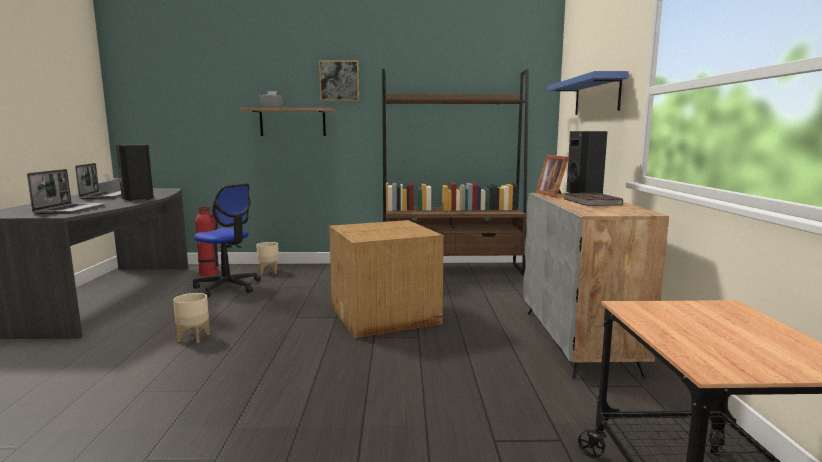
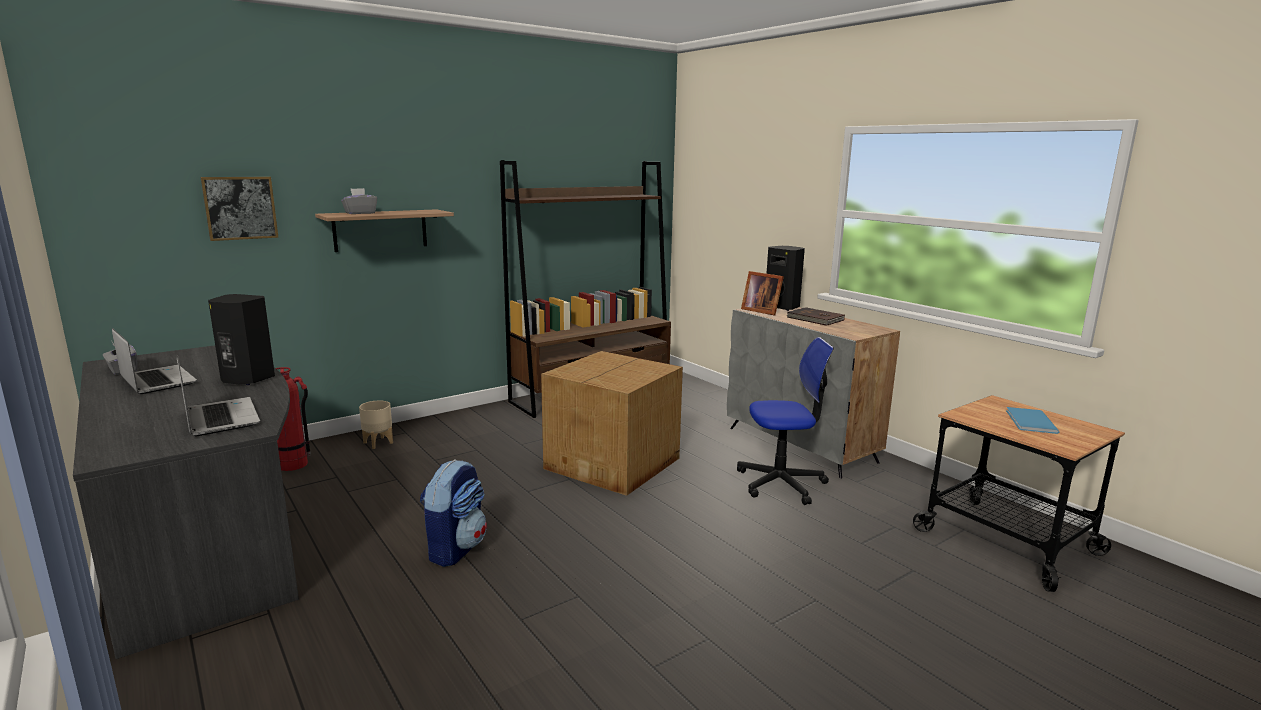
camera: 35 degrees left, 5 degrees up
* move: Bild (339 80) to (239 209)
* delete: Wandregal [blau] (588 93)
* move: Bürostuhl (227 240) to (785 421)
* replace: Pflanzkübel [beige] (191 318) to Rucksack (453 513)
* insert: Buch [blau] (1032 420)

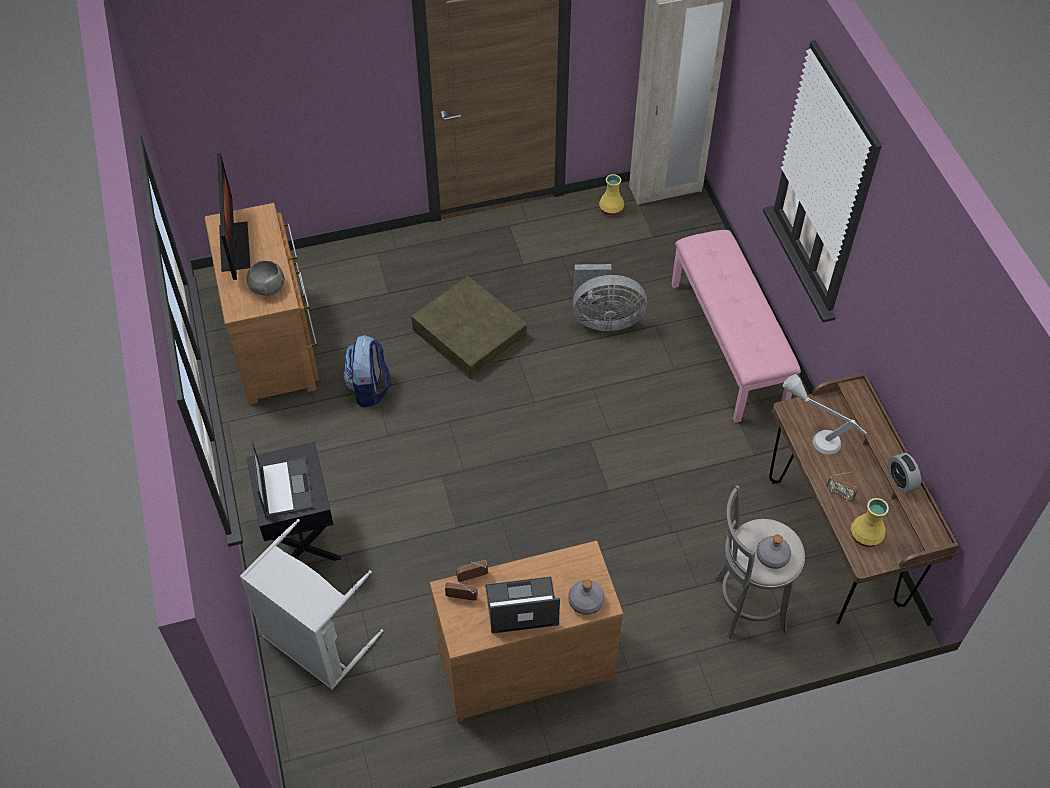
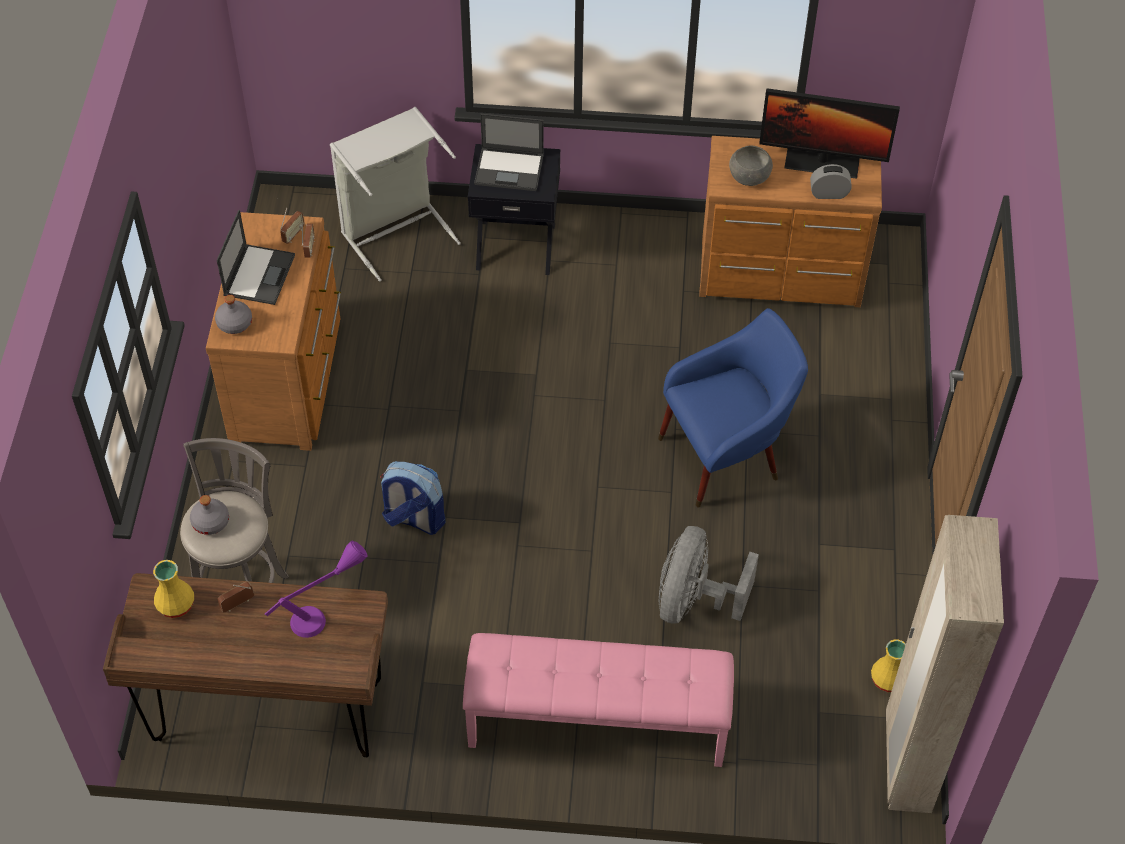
camera: 110 degrees right, 0 degrees up
* replace: Aufbewahrungsbox [braun] (469 327) to Sessel [blau] (733 407)
* move: Rucksack (367 371) to (412 498)
* recolor: Tischlampe [grau] (825 414) to Tischlampe [lila] (316 589)
* move: Wecker (904 473) to (830 181)

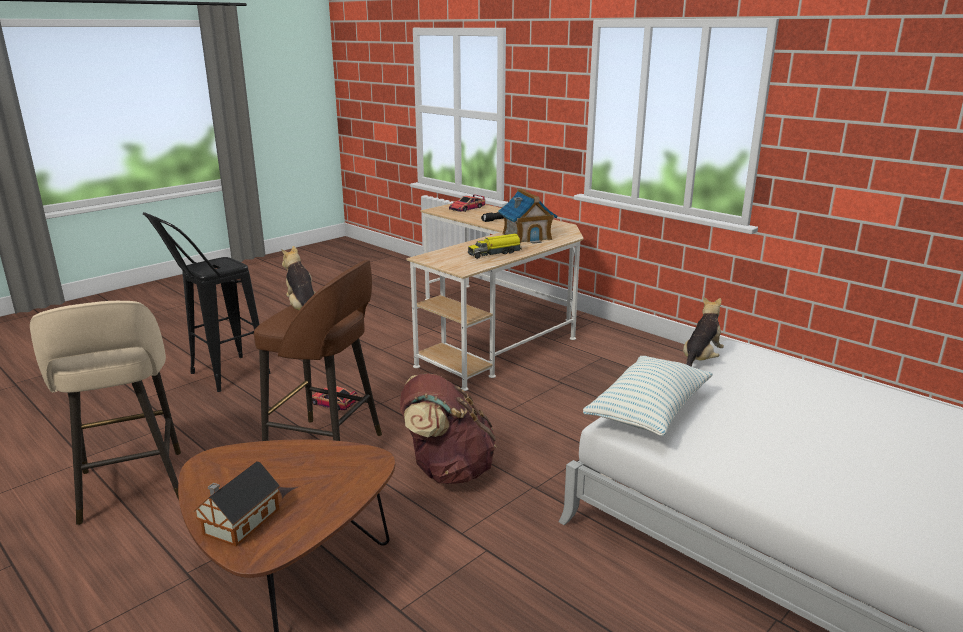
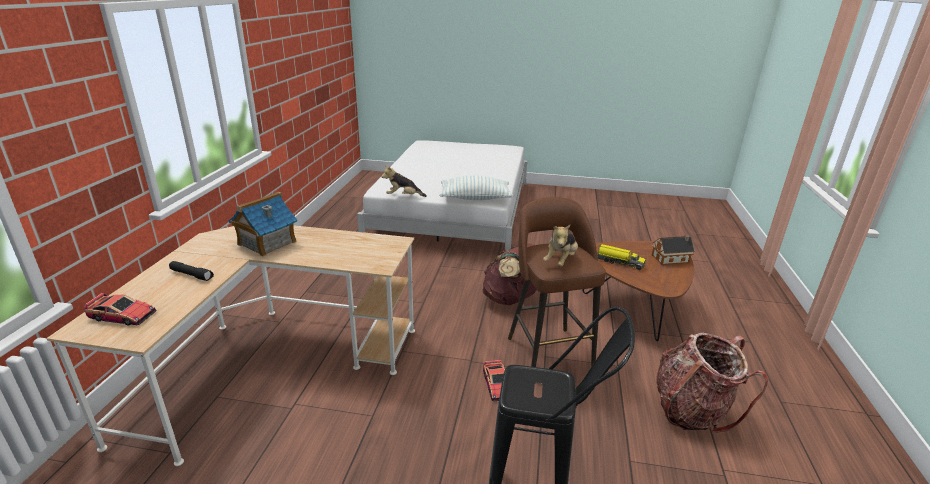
camera: 125 degrees left, 5 degrees up
* move: Spielzeuglaster (495 246) to (621 257)
* replace: Hocker [beige] (105 413) to Rucksack (712 383)

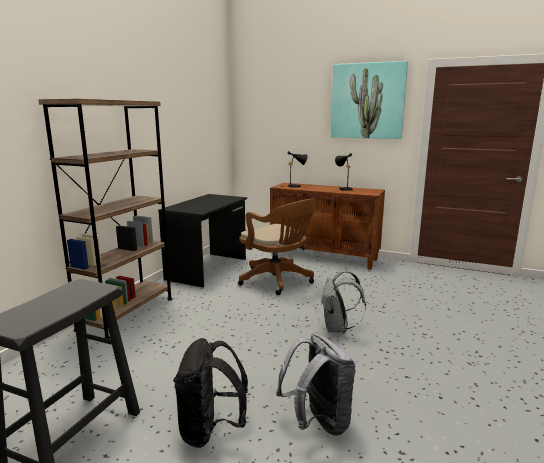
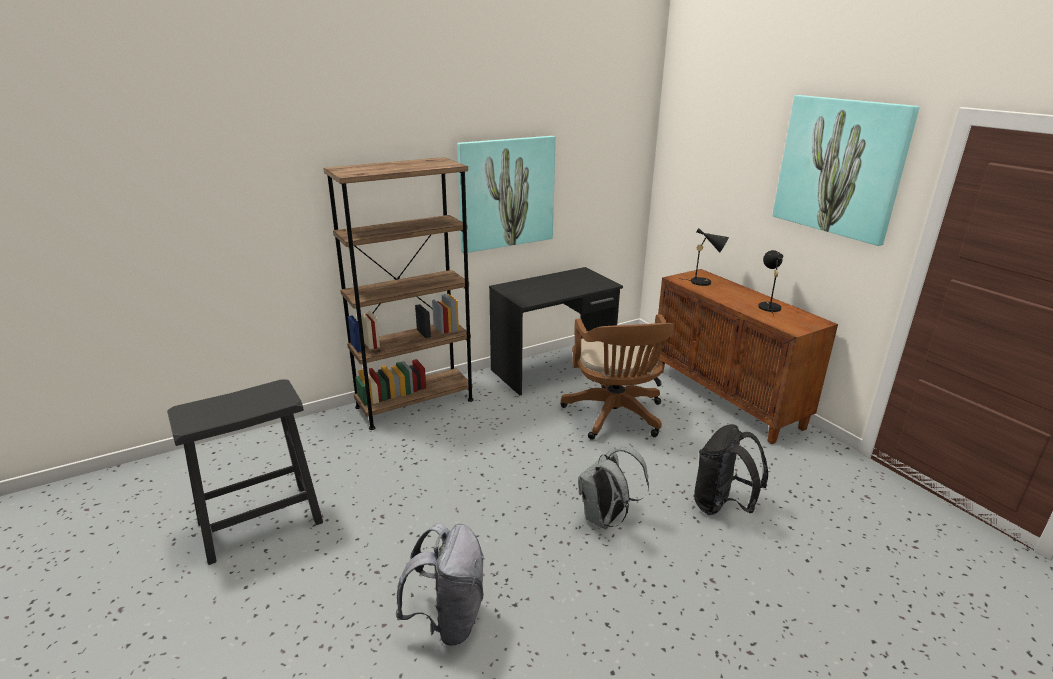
camera: 35 degrees right, 10 degrees up
* move: Rucksack [schwarz] (210 393) to (731 469)
* insert: Bild (506 194)

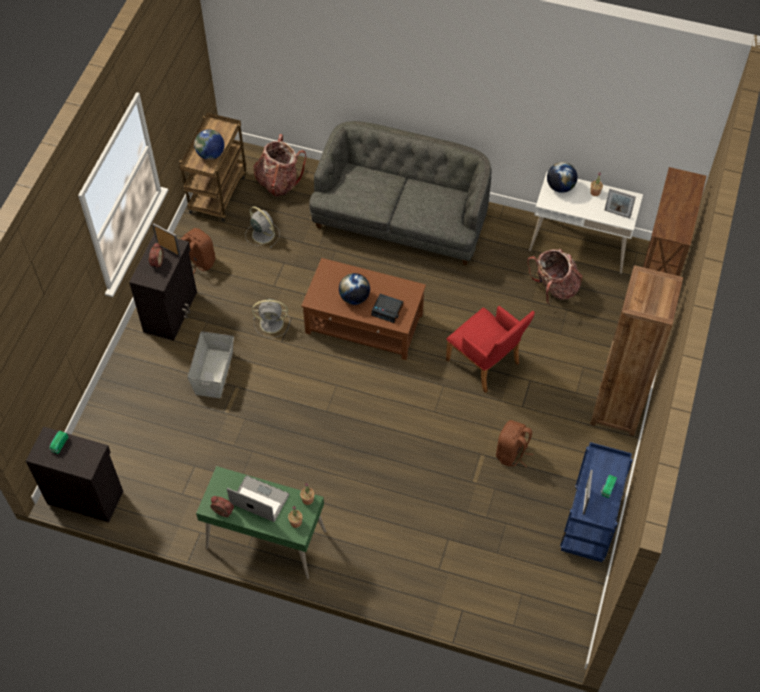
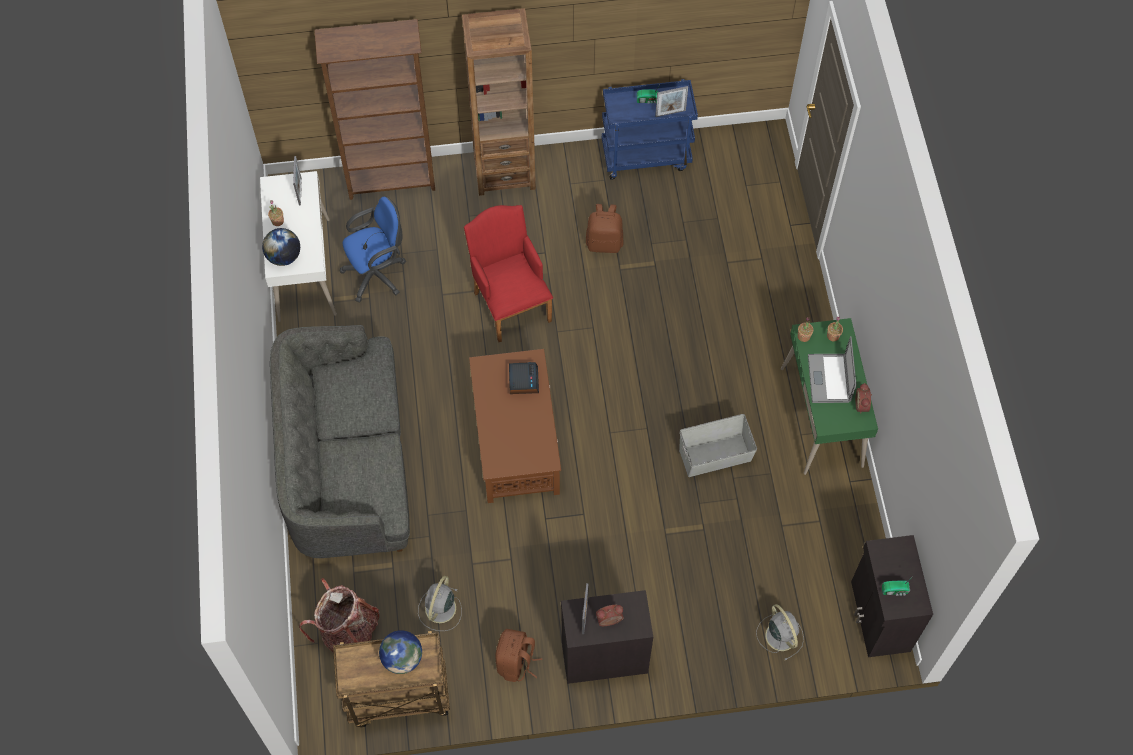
camera: 115 degrees left, 5 degrees up
* replace: Rucksack (554 277) to Bürostuhl [blau] (372 249)
* delete: Globus (354 289)
* move: Ventilator [grau] (271 318) to (780 632)
* rotate: Sessel [rot] (490 349) = (508 273) 45 degrees counterclockwise
* move: Aufbewahrungsbox [grau] (210 364) to (718 445)

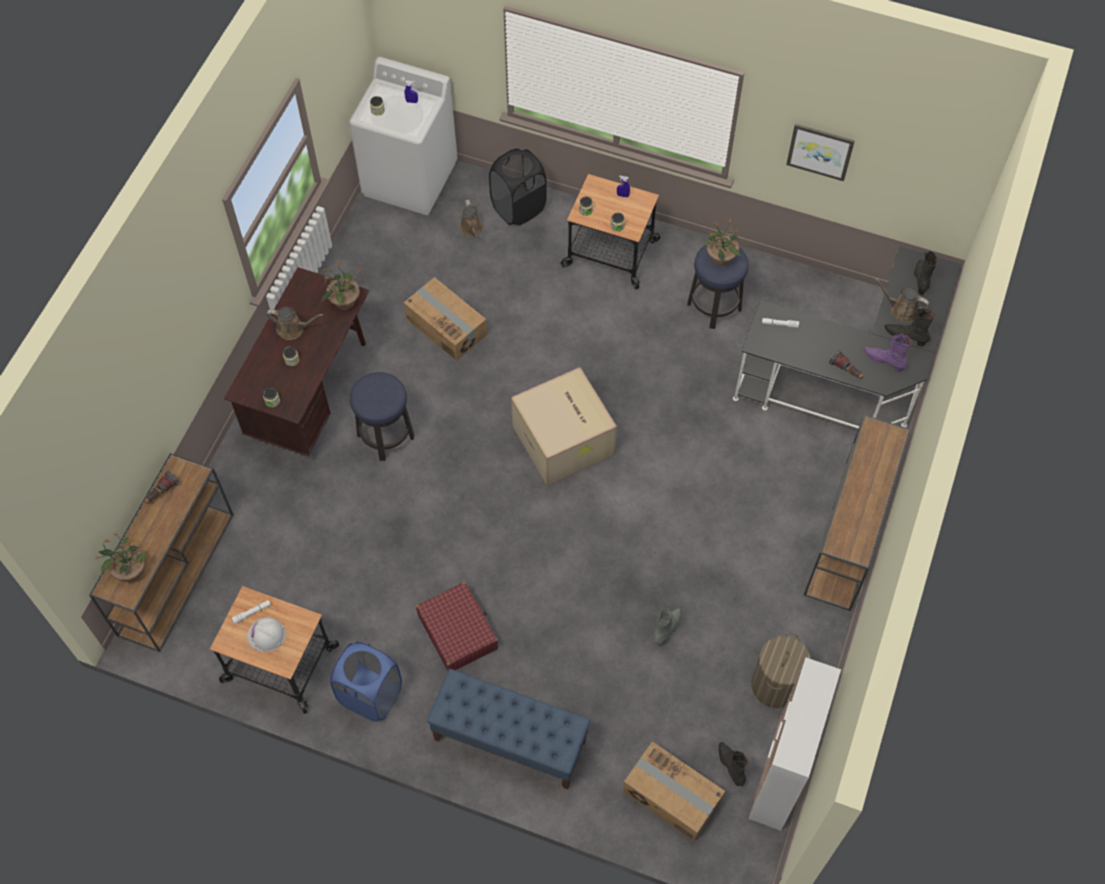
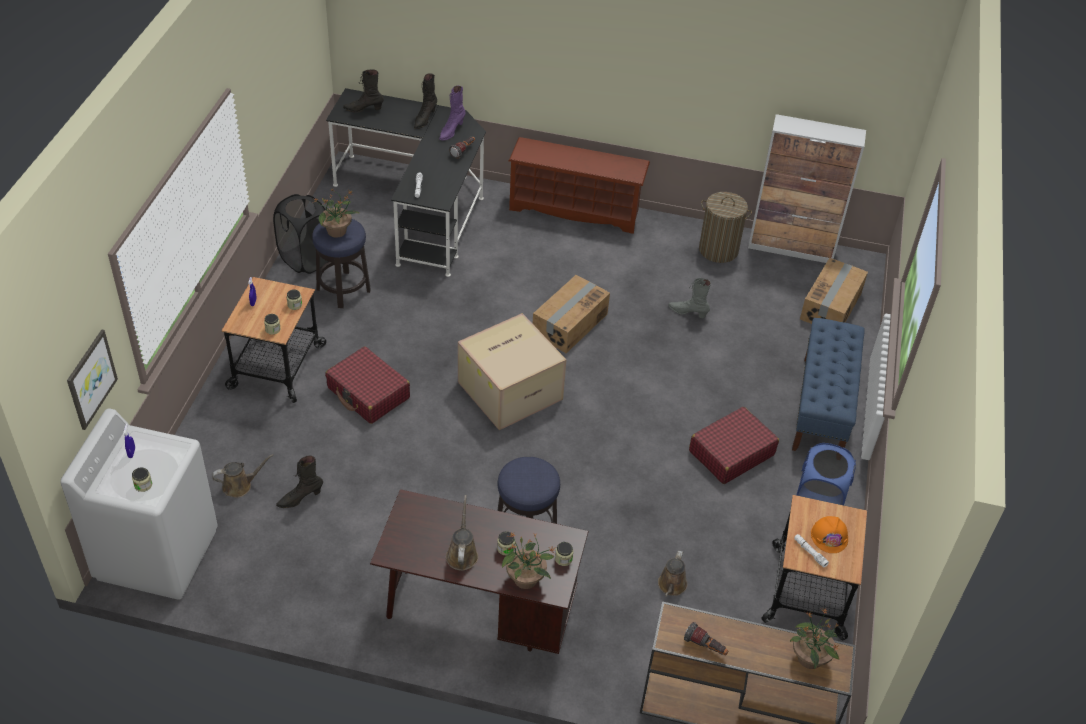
camera: 100 degrees left, 15 degrees down
* move: Bild (820 152) to (92 380)
* move: Wäschekorb [schwarz] (518 187) to (300 234)
* move: Topfpflanze (340 285) to (529 560)
* move: Karton (445 319) to (571 314)
* move: Gießkanne [braun] (901 299) to (672 573)
* replace: Konsolentisch [braun] (857 513) to Schuhregal [braun] (579 185)
* recolor: Schutzhelm [weiß] (266 634) to Schutzhelm [orange] (829 534)
* move: Stiefel [schwarz] (734 764) to (299 481)
* insert: Koffer [rot] (367 385)

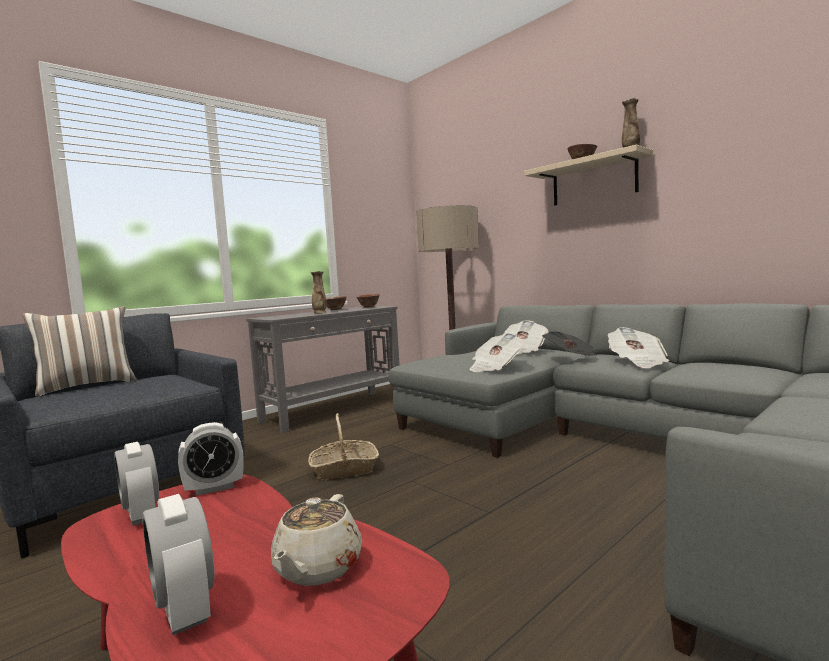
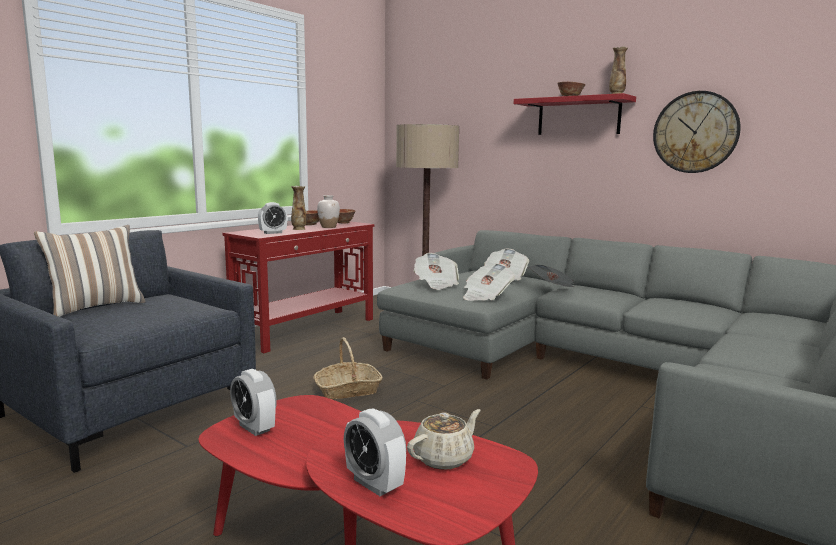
camera: 10 degrees left, 5 degrees up
* recolor: Wandregal [beige] (588 175) to Wandregal [rot] (575 114)
* recolor: Konsolentisch [grau] (323 369) to Konsolentisch [rot] (298 287)
* move: Zeitung (638 347) to (436 271)
* move: Wecker (211 459) to (272 218)
* rotate: Teekanne [beige] (316 540) = (444 439) 135 degrees counterclockwise
* insert: Wanduhr (697 132)
* insert: Vase [weiß] (328 211)

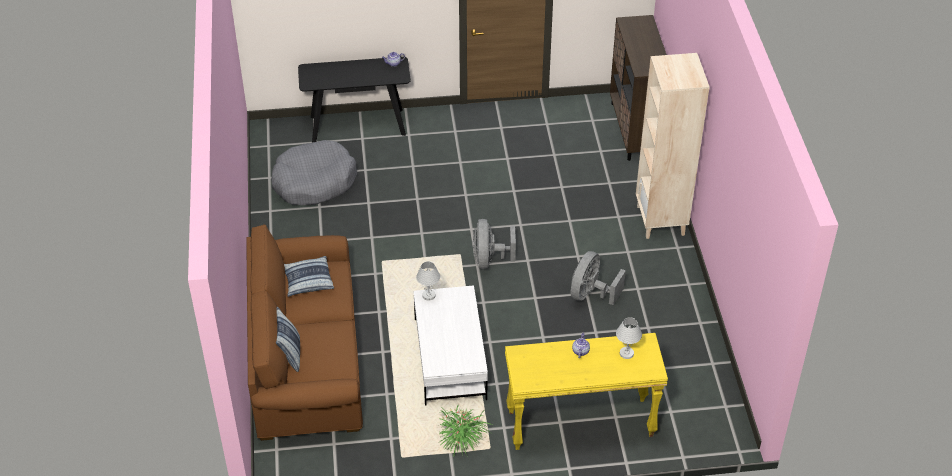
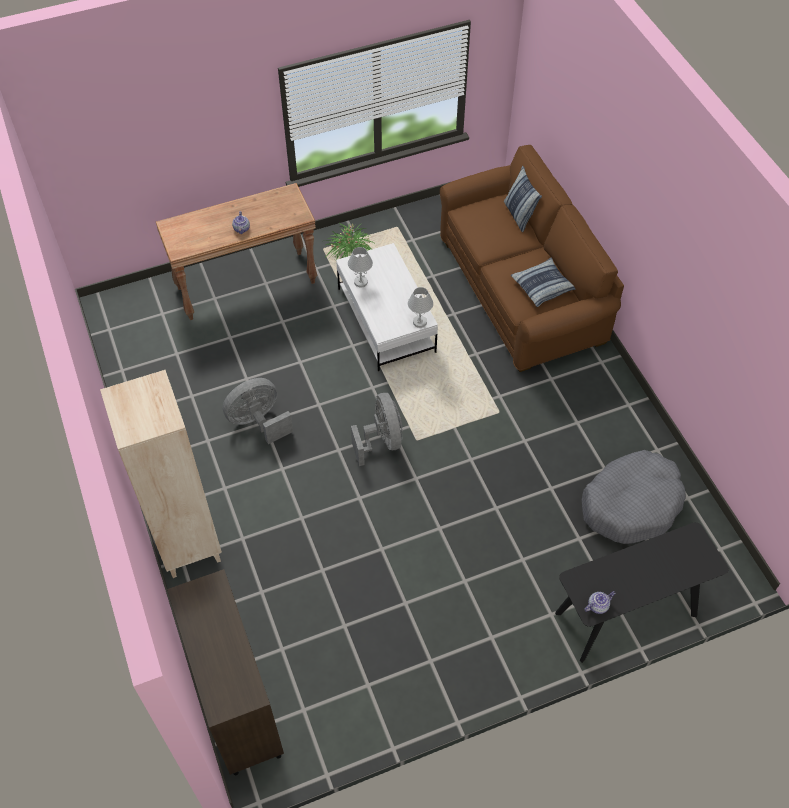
camera: 165 degrees right, 10 degrees up
* rotate: Ventilator [grau] (598 278) = (258 411) 135 degrees counterclockwise
* move: Tischlampe [weiß] (629 338) to (360 267)
* recolor: Konsolentisch [gelb] (586 391) to Konsolentisch [braun] (236 251)

